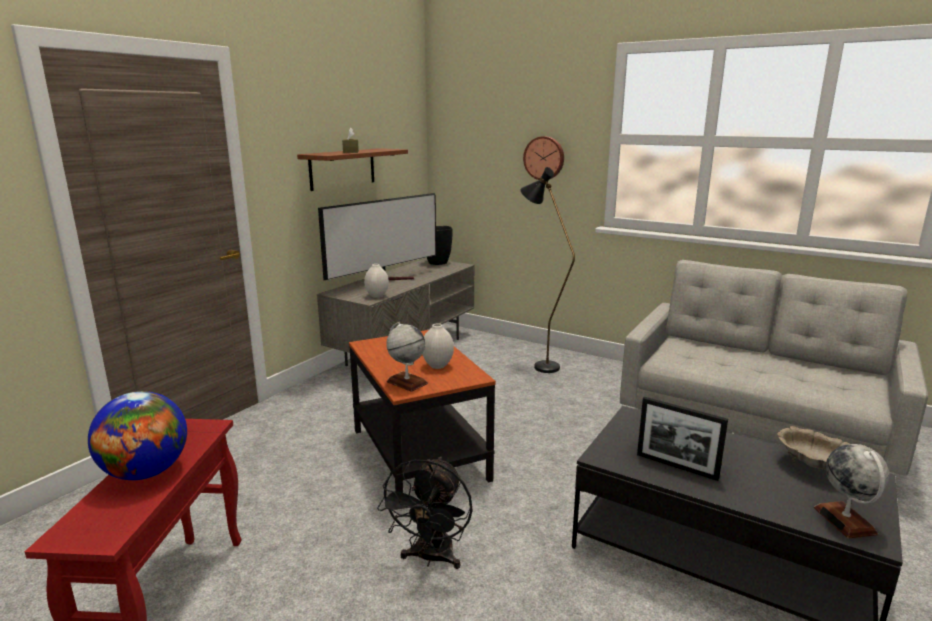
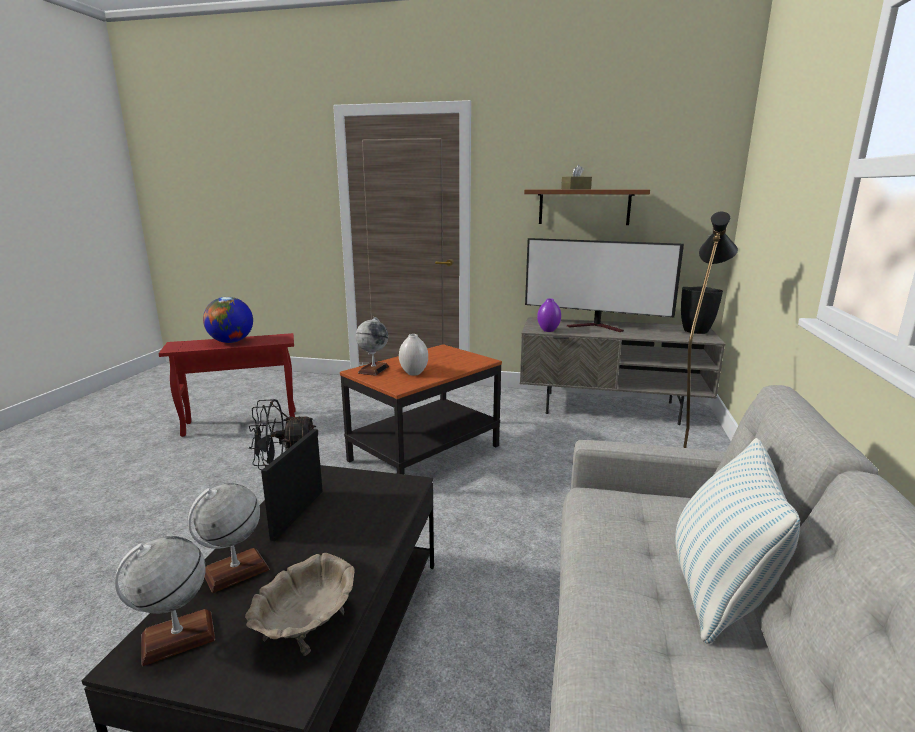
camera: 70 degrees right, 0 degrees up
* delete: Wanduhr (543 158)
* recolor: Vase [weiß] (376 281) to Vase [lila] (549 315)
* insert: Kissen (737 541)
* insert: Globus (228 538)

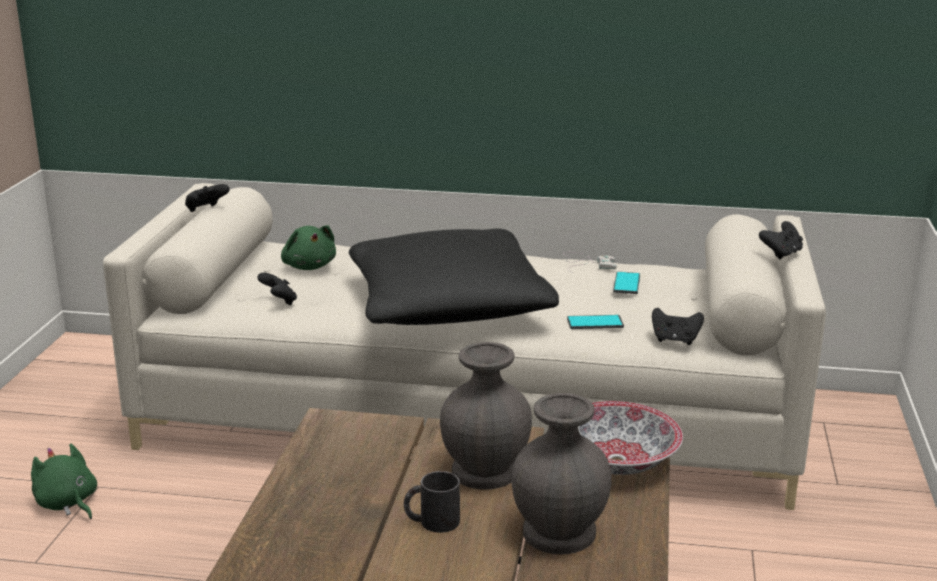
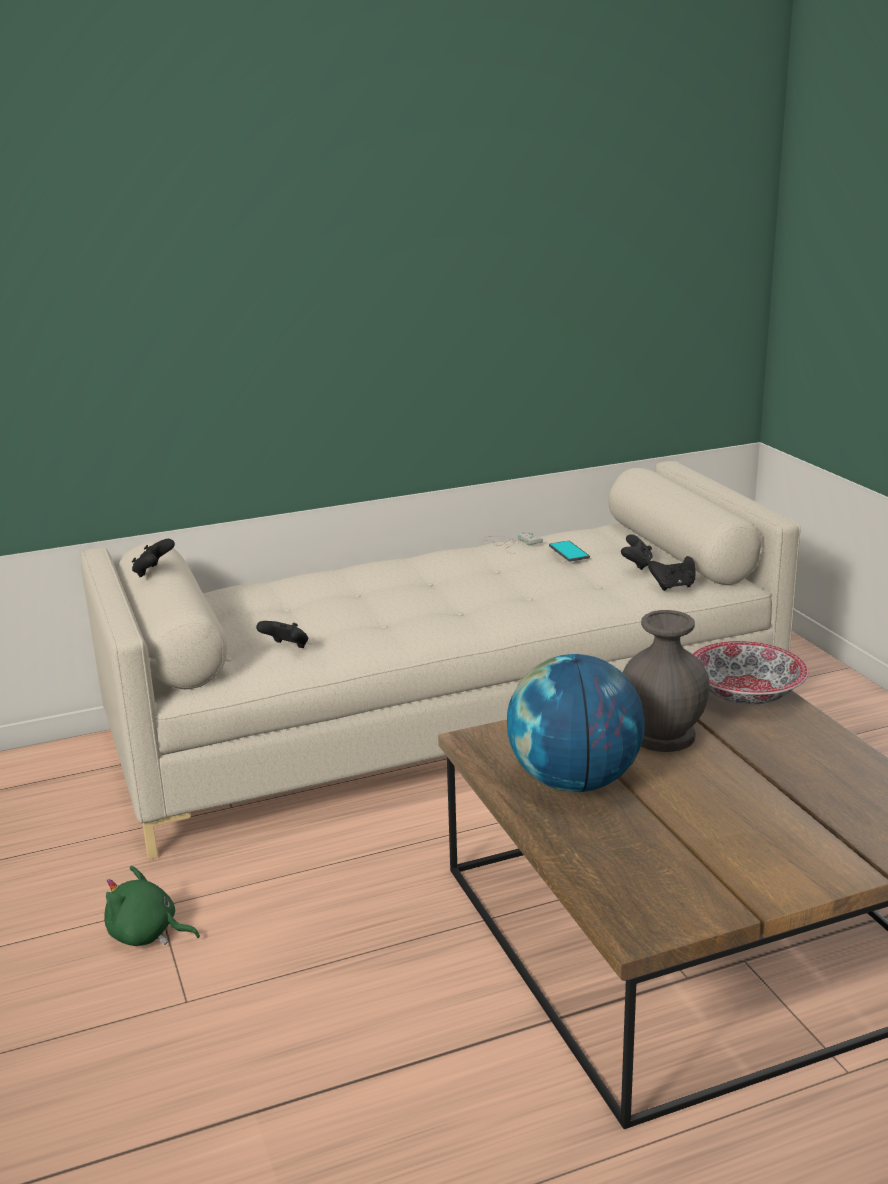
camera: 30 degrees left, 0 degrees up
* move: Gamepad [schwarz] (781 240) to (636 552)
* delete: Plüschtier [grün] (308 247)
* delete: Kissen [schwarz] (454 277)
* delete: Handy (595 322)
* delete: Vase [grau] (561 473)
* delete: Henkelbecher [schwarz] (432 502)
* insert: Globus (576 723)

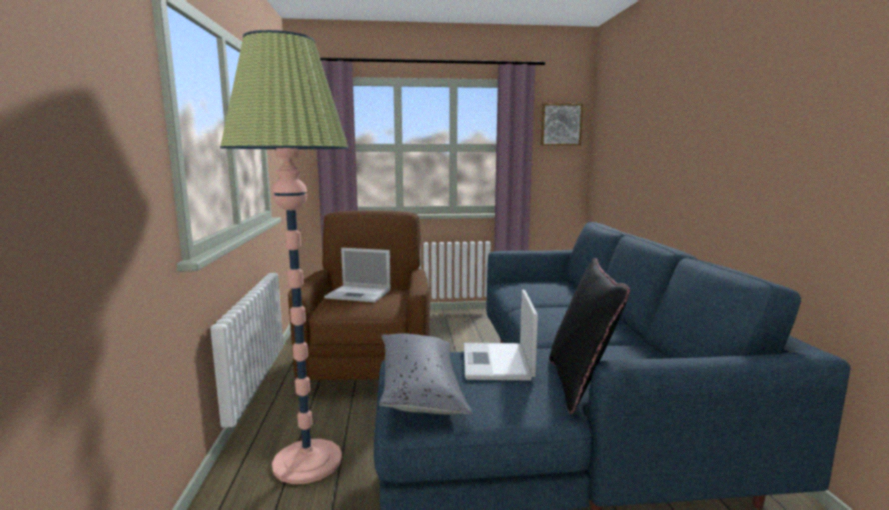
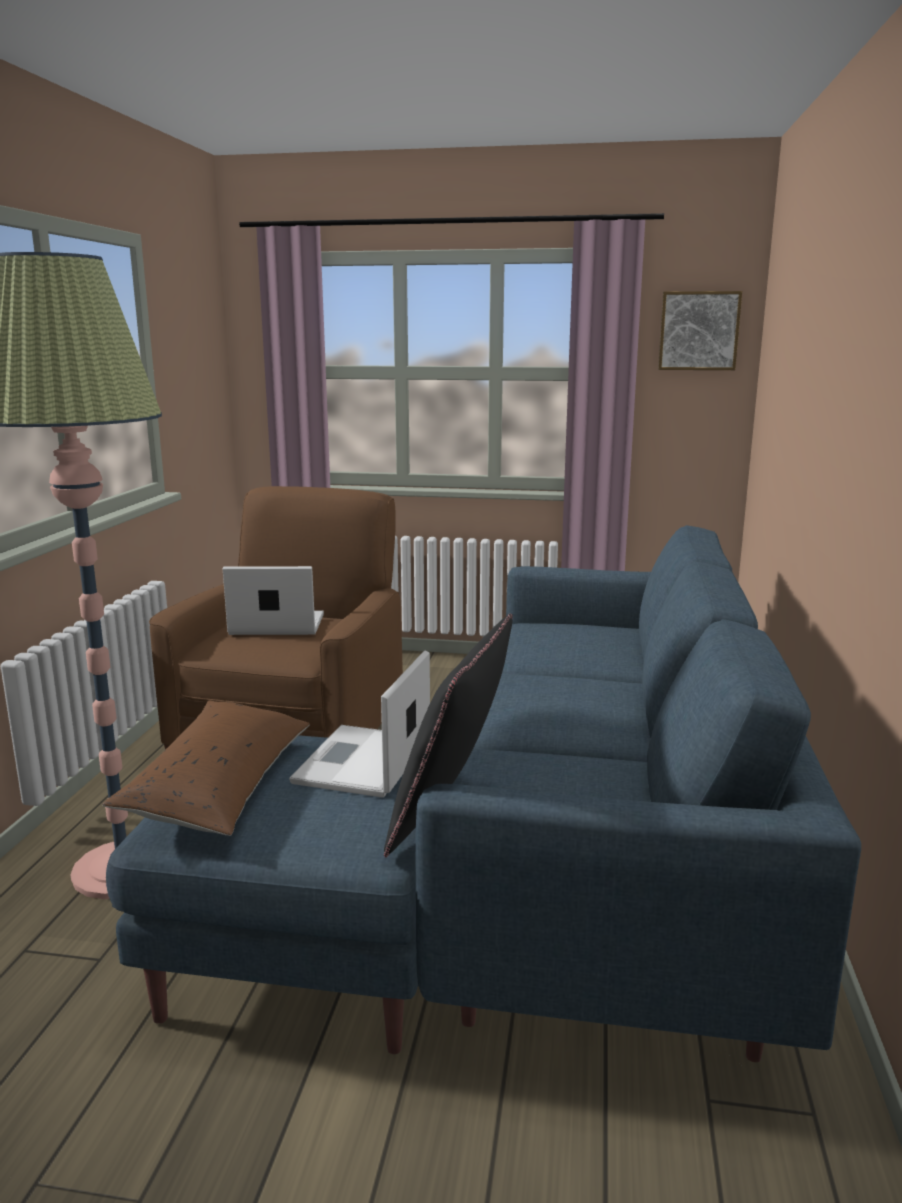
camera: 15 degrees right, 5 degrees up
* rotate: Laptop (357 275) = (273 600) 150 degrees clockwise
* recolor: Kissen [grau] (425 374) to Kissen [braun] (206 768)

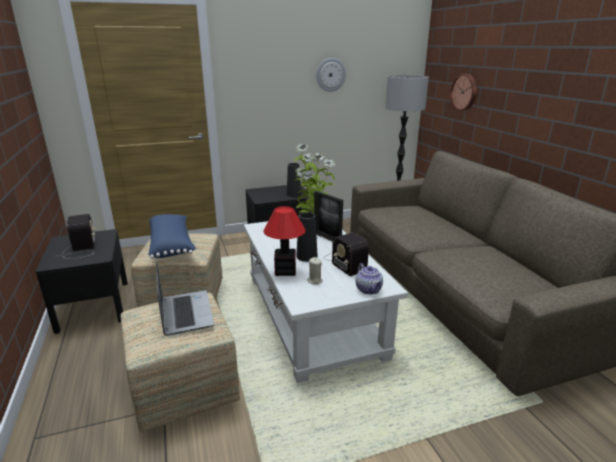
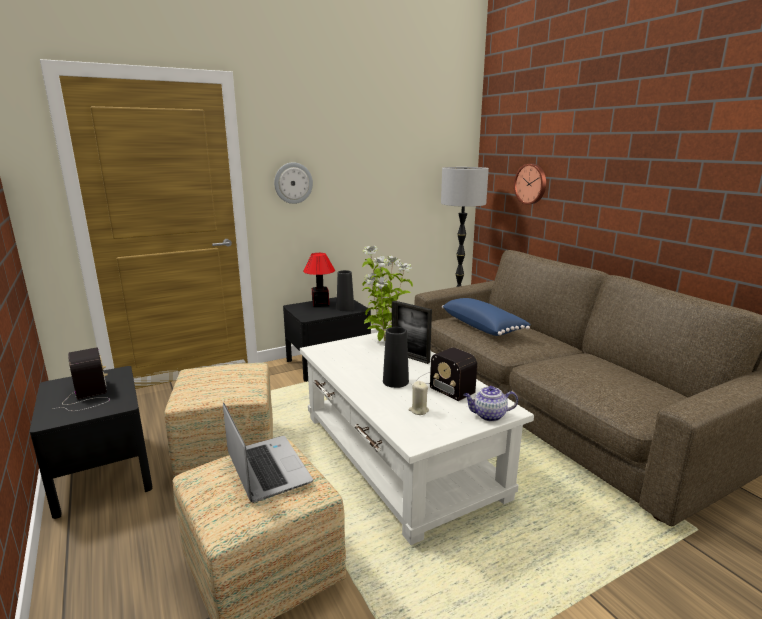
camera: 10 degrees left, 5 degrees down
* move: Wanduhr (331 75) to (293 183)
* move: Tischlampe (284 241) to (319 280)
* move: Kissen [blau] (172 236) to (486 317)
* rotate: Teekanne (369 278) = (490 404) 120 degrees clockwise

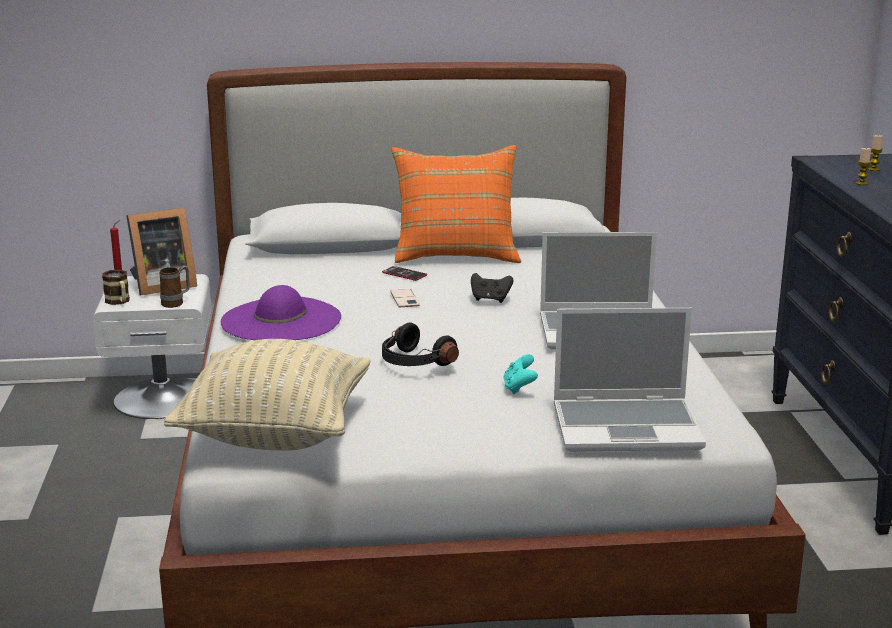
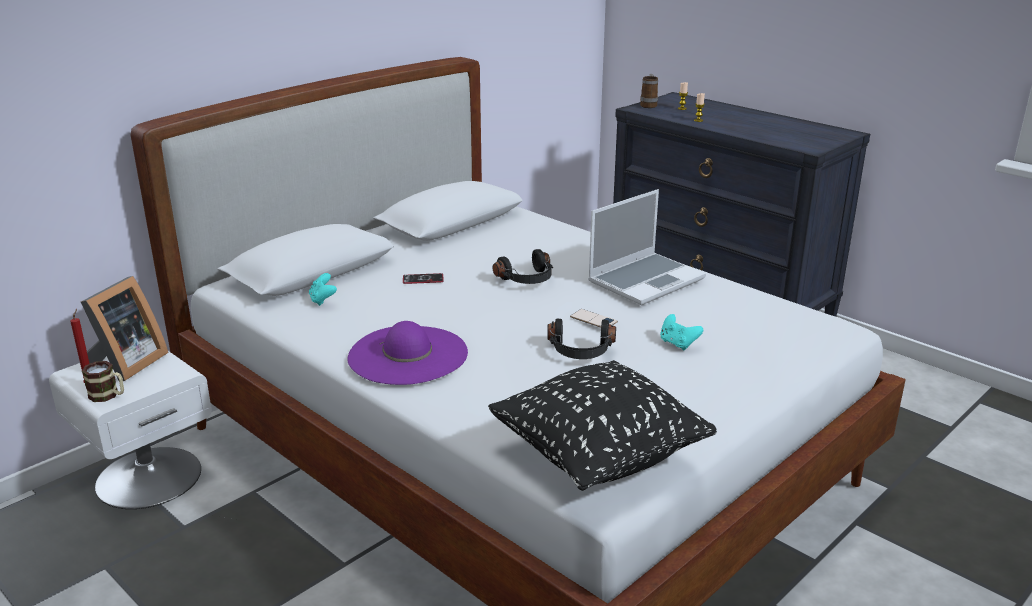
camera: 40 degrees left, 5 degrees up
* delete: Kissen [orange] (456 204)
* move: Henkelbecher (175 286) to (649 91)
* replace: Gamepad [schwarz] (492 288) to Kopfhörer [schwarz] (523 266)
* move: Handy (405 298) to (594 318)
* delete: Laptop (630 380)
* recolor: Kissen [beige] (267 395) to Kissen [schwarz] (602 425)
* insert: Gamepad [türkis] (323 289)

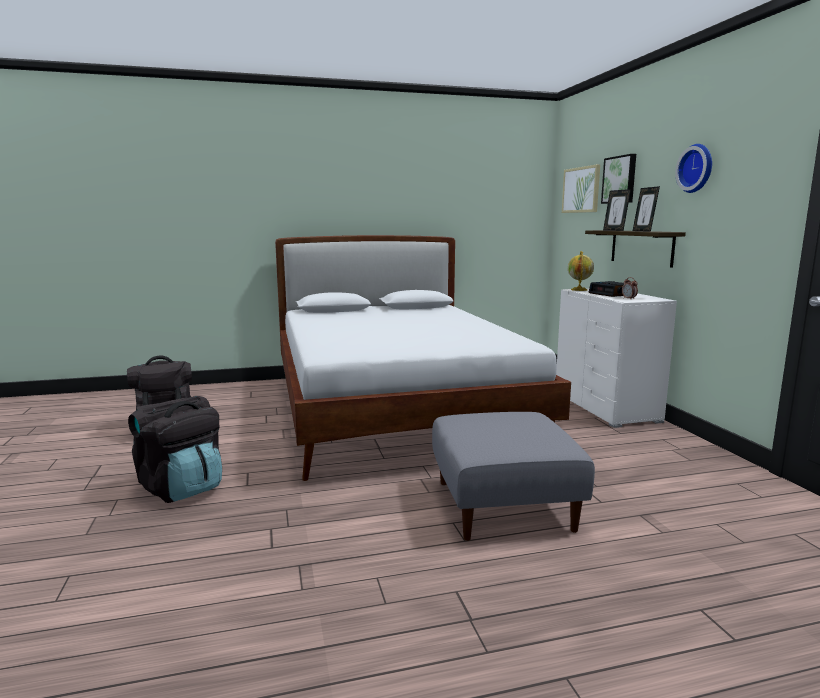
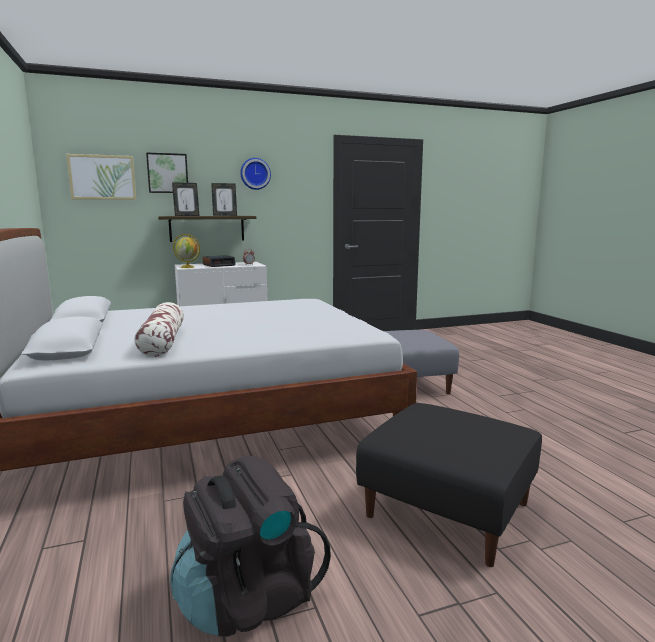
camera: 95 degrees left, 0 degrees up
* replace: Rucksack [schwarz] (175 449) to Polsterhocker [schwarz] (449 485)
* insert: Kissen (159 329)

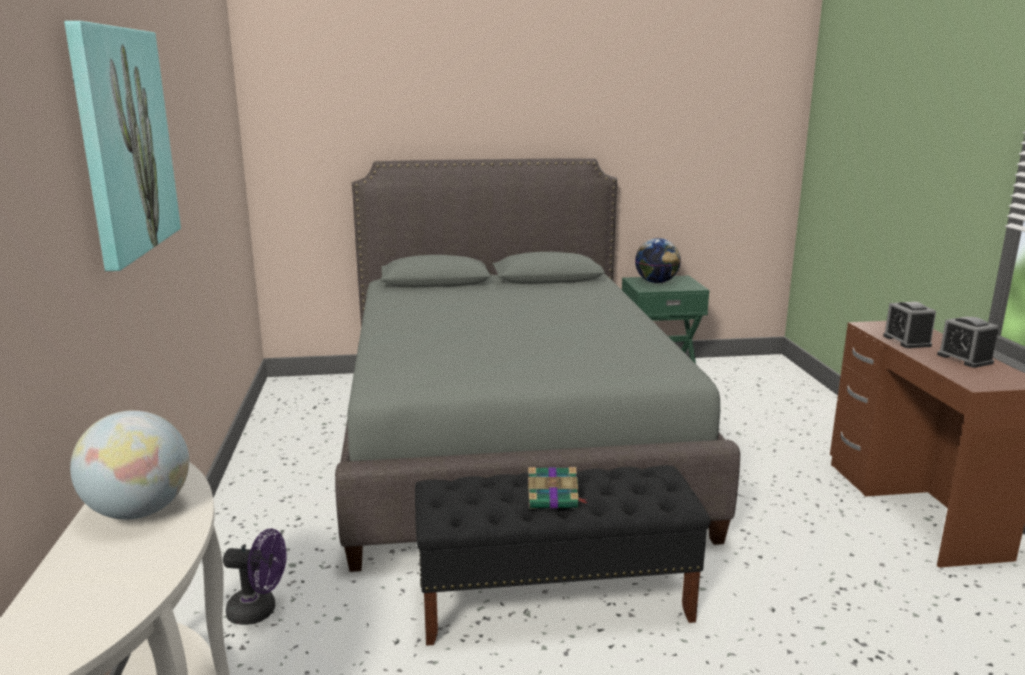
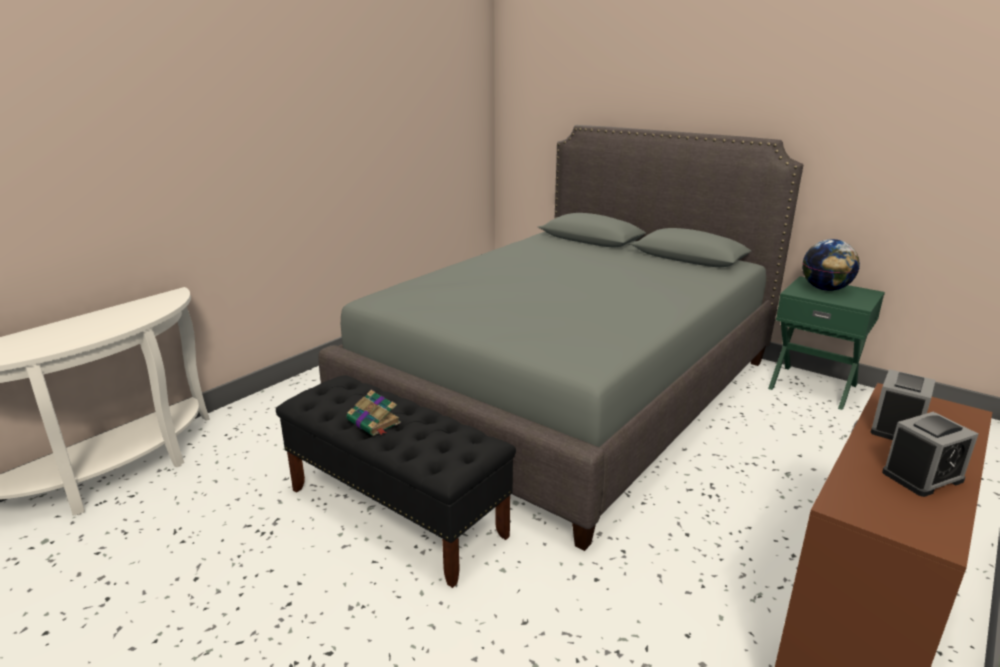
camera: 45 degrees right, 5 degrees up
* delete: Bild (122 146)
* rotate: Wecker (967 342) = (930 454) 135 degrees counterclockwise
* delete: Globus (129 464)
* delete: Ventilator [lila] (255 576)

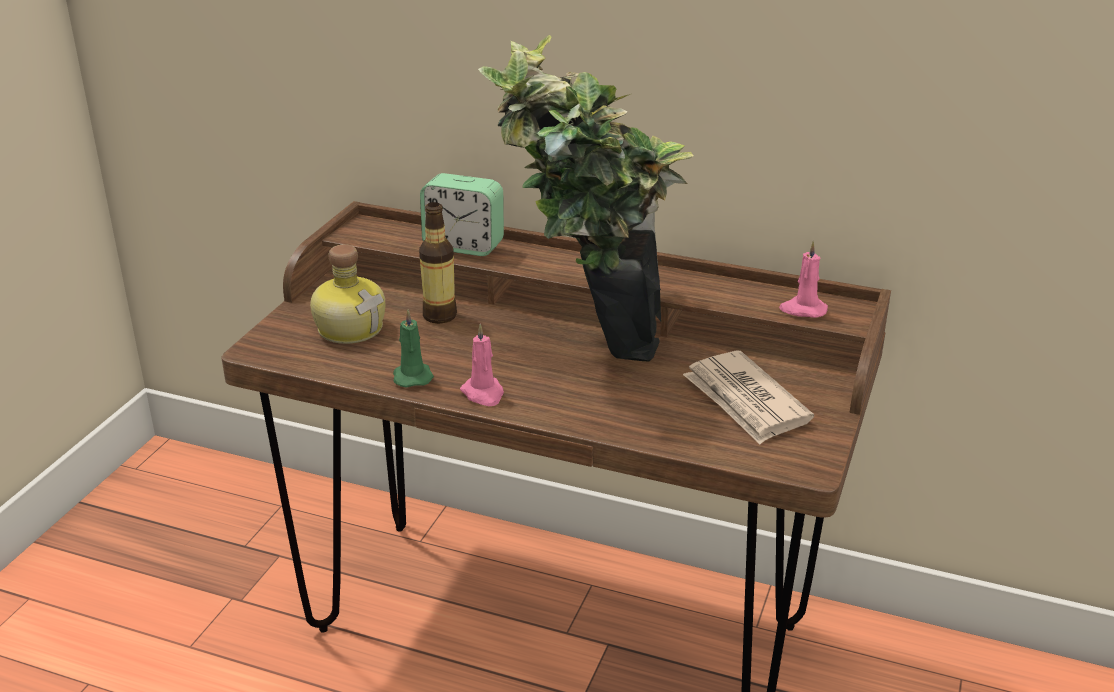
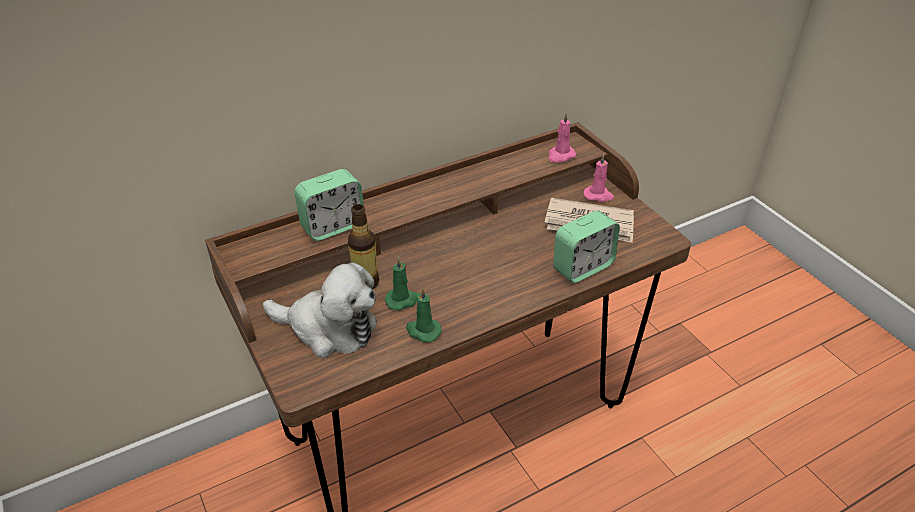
camera: 50 degrees left, 10 degrees up
* delete: Topfpflanze (585 198)
* replace: Flasche (347 294) to Plüschtier (320 310)
* move: Kerze [rosa] (482 364) to (599 178)
* insert: Wecker (586 246)
* insert: Kerze [grün] (401 284)

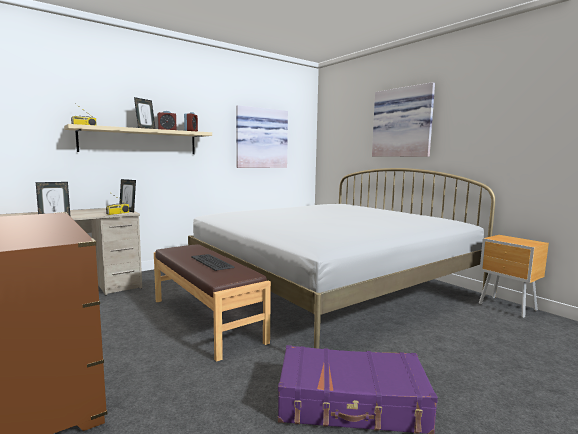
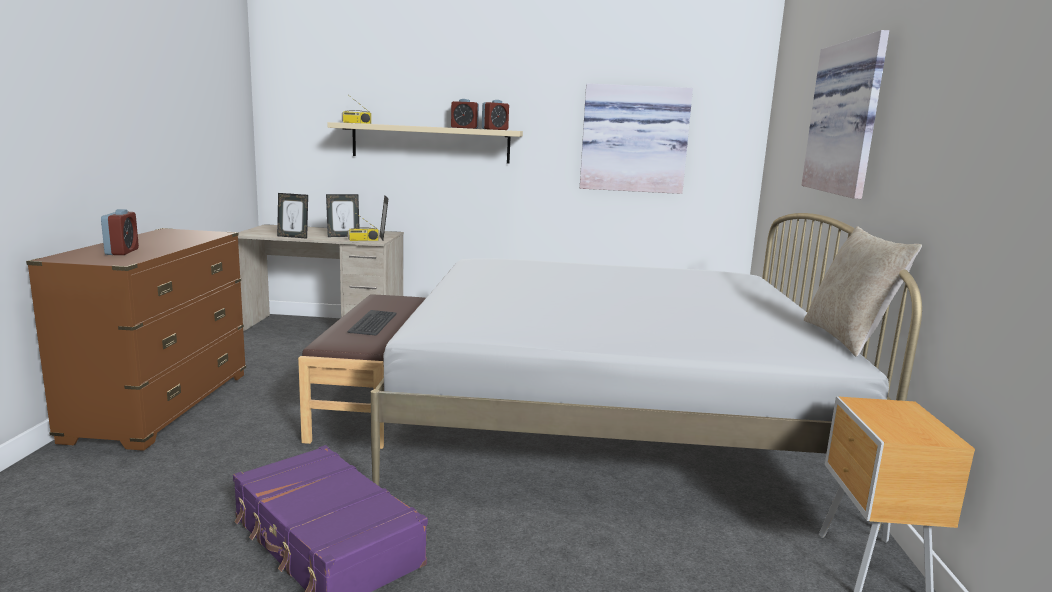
camera: 40 degrees right, 5 degrees up
* move: Bilderrahmen (144 113) to (343 215)
* insert: Wecker (120 232)
* insert: Kissen [beige] (863 291)

